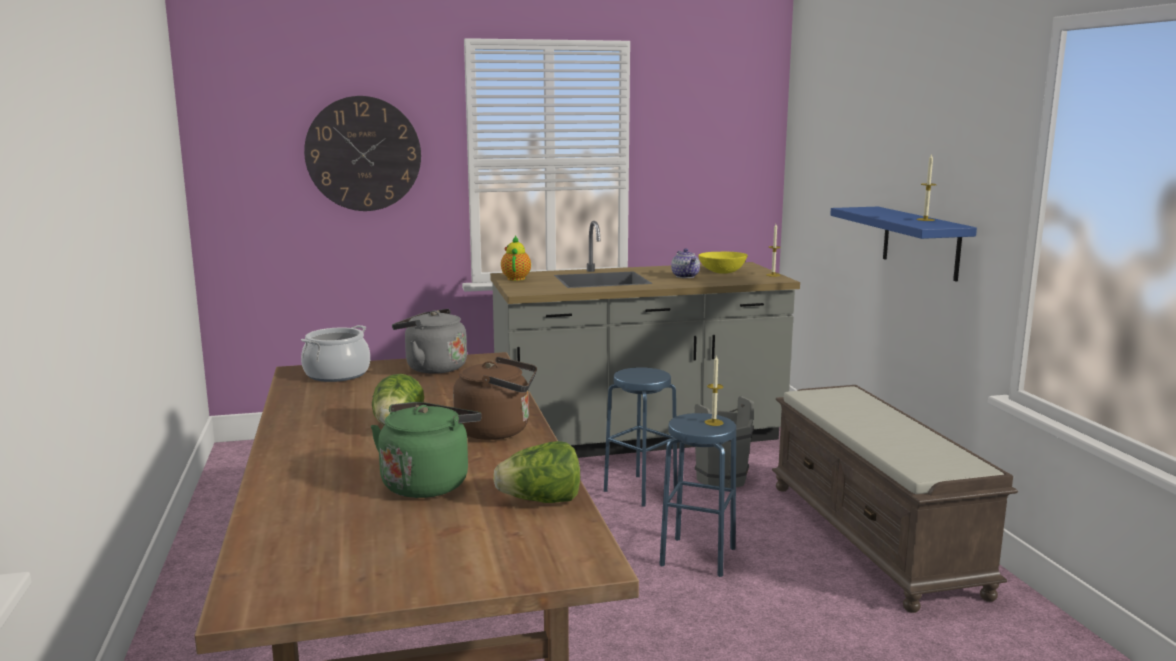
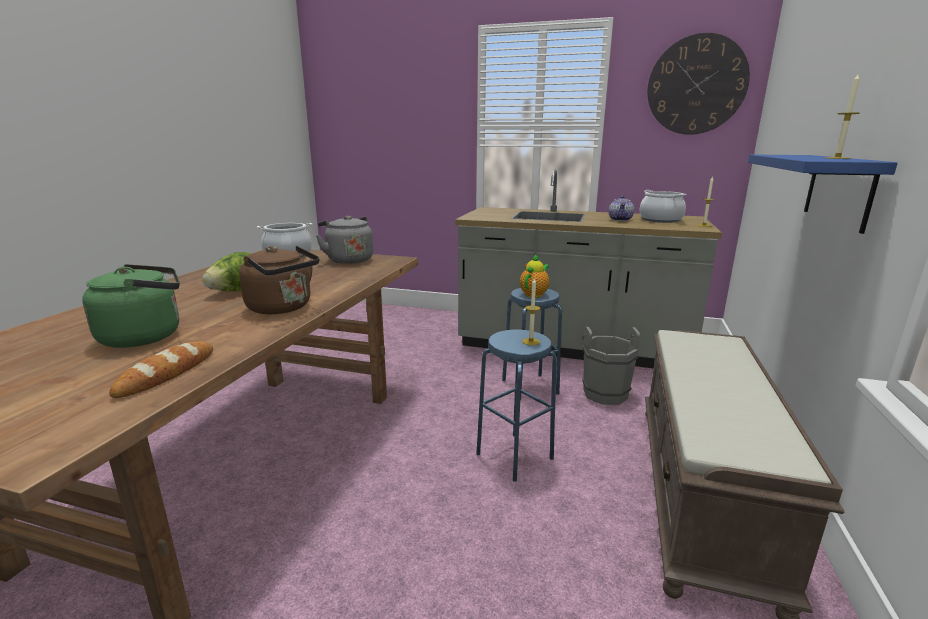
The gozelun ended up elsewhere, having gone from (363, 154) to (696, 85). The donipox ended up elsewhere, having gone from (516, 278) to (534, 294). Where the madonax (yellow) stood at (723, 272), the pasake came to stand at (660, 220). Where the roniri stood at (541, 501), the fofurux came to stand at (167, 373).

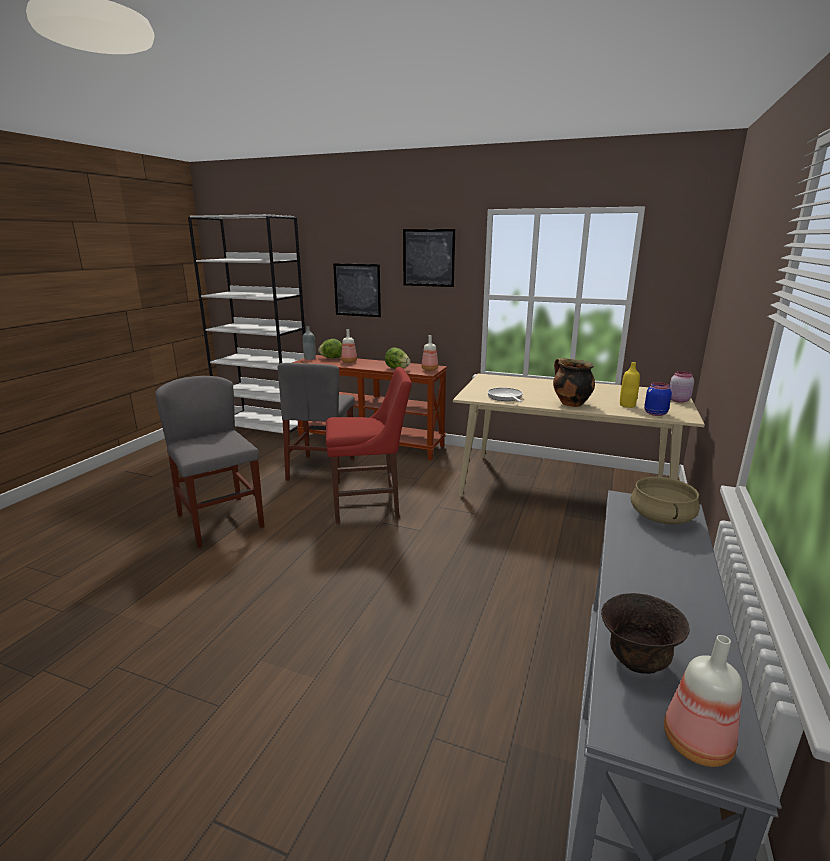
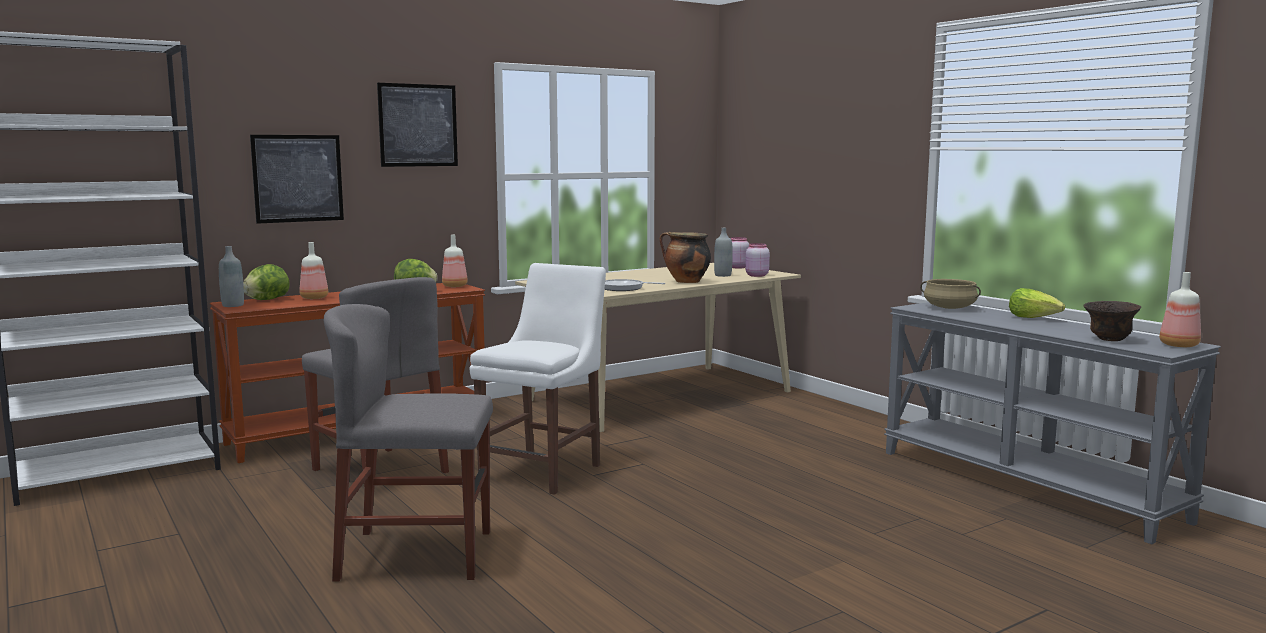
What was the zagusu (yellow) at (627, 405) turned into the zagusu (grey) at (723, 275). What was the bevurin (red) at (370, 506) turned into the bevurin (white) at (545, 471). What was the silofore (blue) at (654, 413) turned into the silofore (pink) at (756, 275). The second view gained the roniri at (1033, 318).

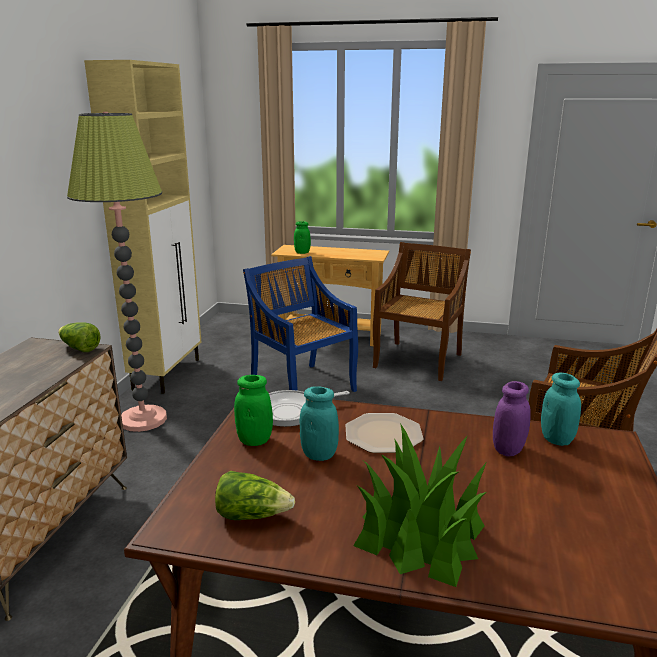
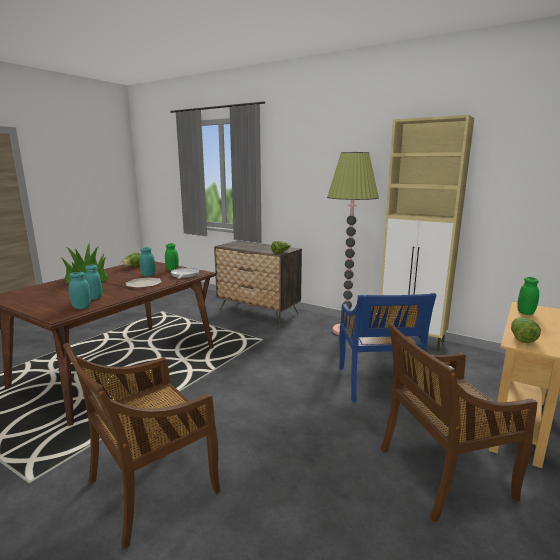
The bevurin (brown) at (418, 360) ended up facing another way, 120 degrees clockwise from before. The bevurin (blue) at (302, 387) ended up facing another way, 105 degrees clockwise from before. What was the silofore (purple) at (508, 450) turned into the silofore (turquoise) at (95, 298). The second view gained the roniri at (522, 338).

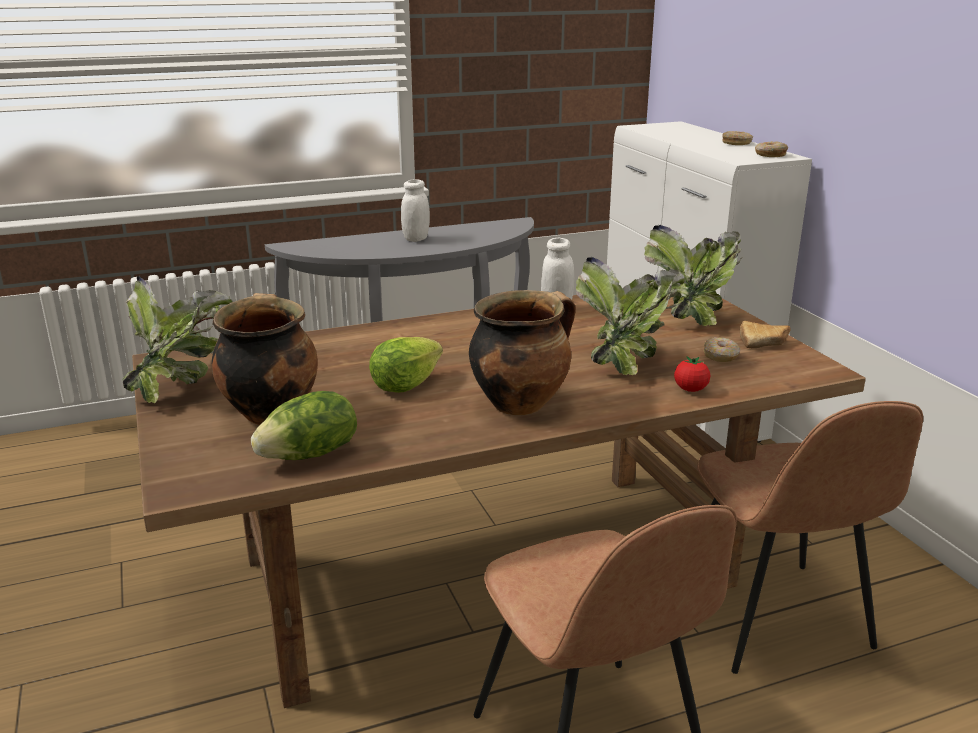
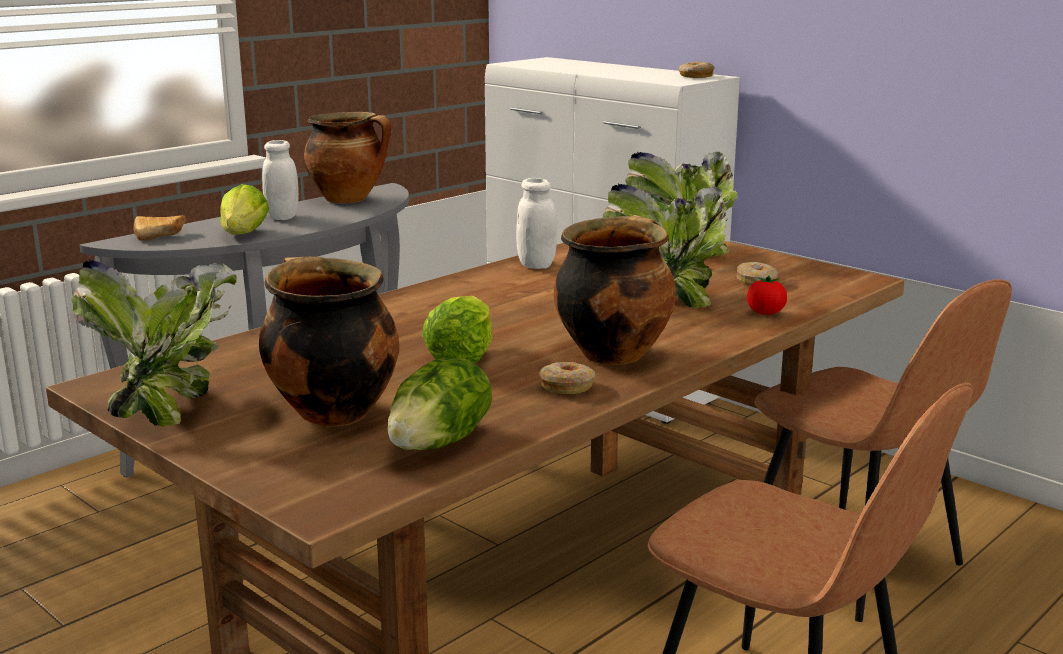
The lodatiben ended up elsewhere, having gone from (736, 143) to (567, 386). The fofurux ended up elsewhere, having gone from (765, 343) to (161, 235). The second view gained the pasake at (349, 199). The second view gained the roniri at (244, 235).

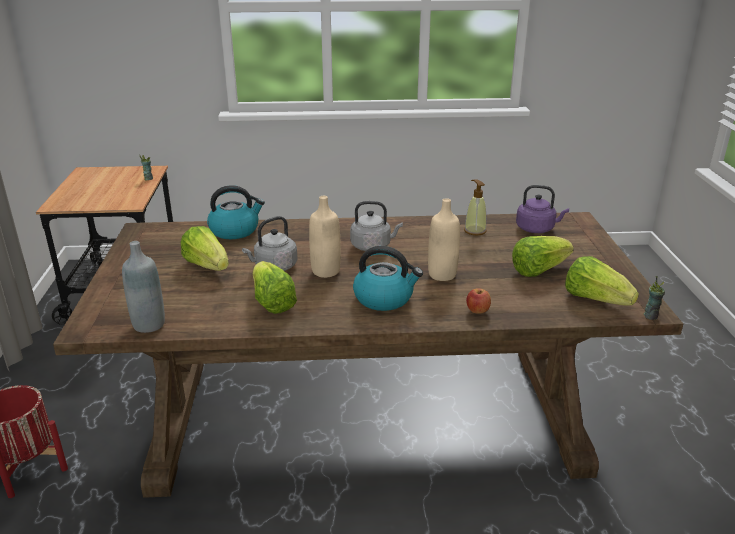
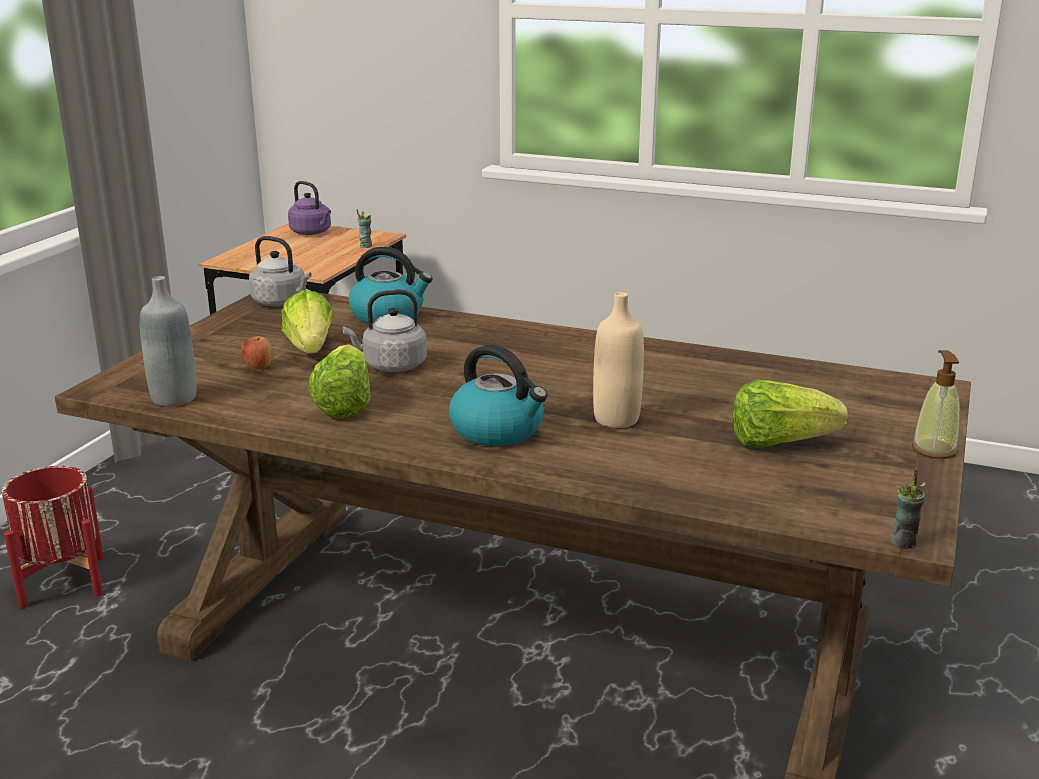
The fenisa ended up elsewhere, having gone from (475, 231) to (933, 450). The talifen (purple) ended up elsewhere, having gone from (537, 229) to (312, 232). The second view lost the zagusu (beige) at (325, 271). The talifen (grey) ended up elsewhere, having gone from (373, 246) to (282, 302). The second view lost the roniri at (595, 299). The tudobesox ended up elsewhere, having gone from (477, 311) to (258, 367).

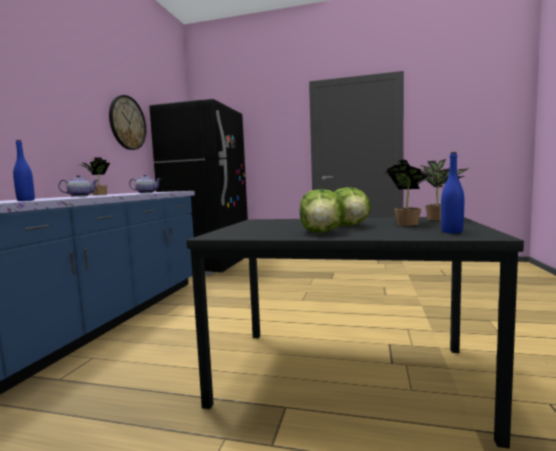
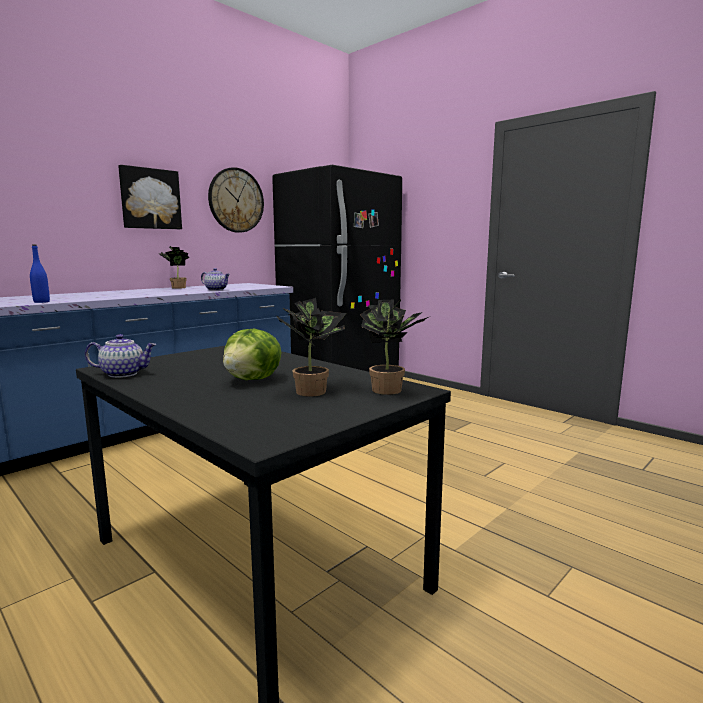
The second view lost the zagusu (blue) at (451, 232). The donipox ended up elsewhere, having gone from (80, 196) to (124, 374). The second view lost the roniri at (322, 232). The second view gained the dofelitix at (150, 199).

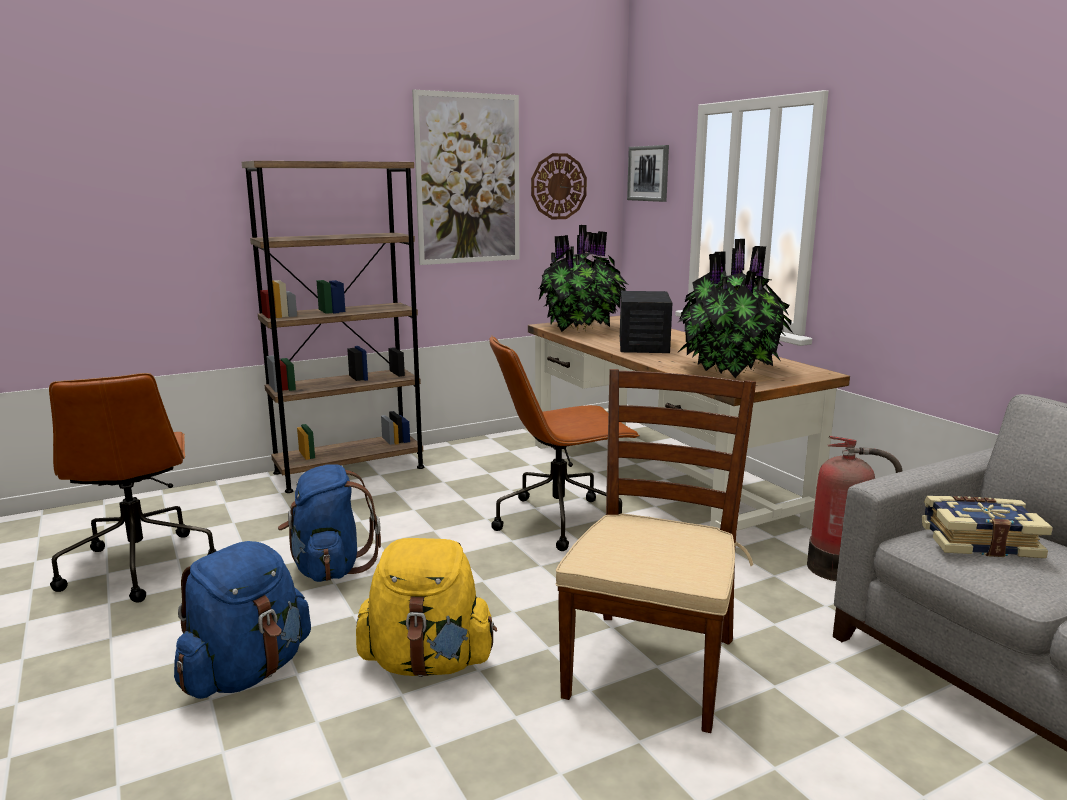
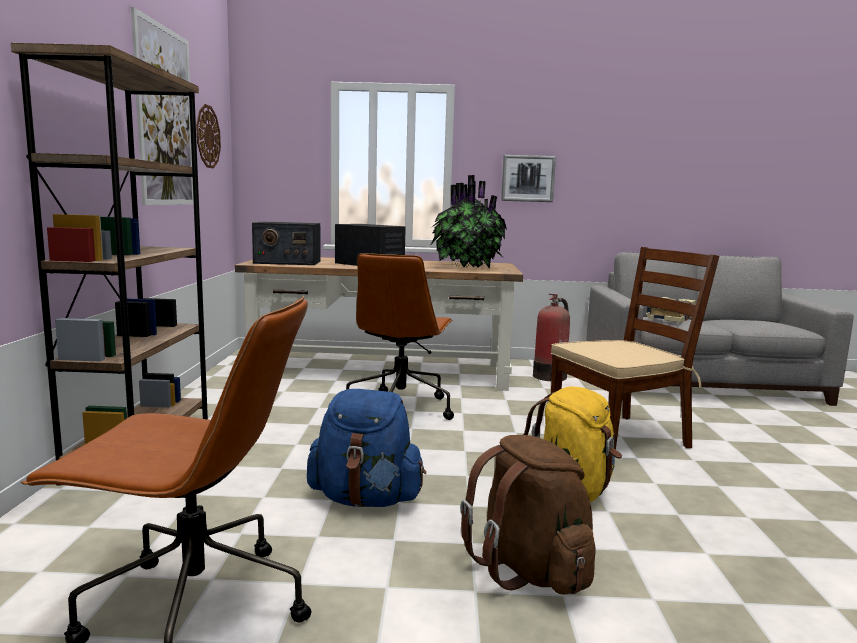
The dofelitix ended up elsewhere, having gone from (648, 173) to (528, 178). Where the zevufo stood at (582, 328), the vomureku came to stand at (287, 262). The bevurin (brown) at (651, 666) ended up facing another way, 105 degrees clockwise from before. What was the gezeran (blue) at (247, 672) turned into the gezeran (brown) at (529, 569).

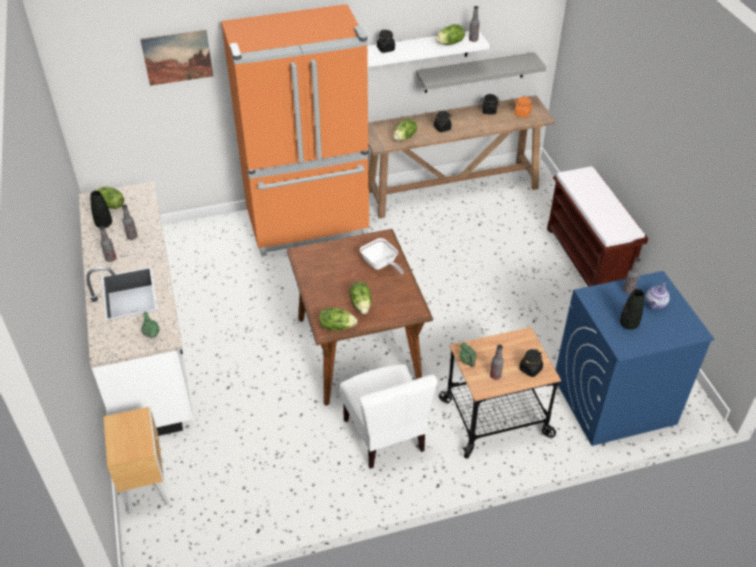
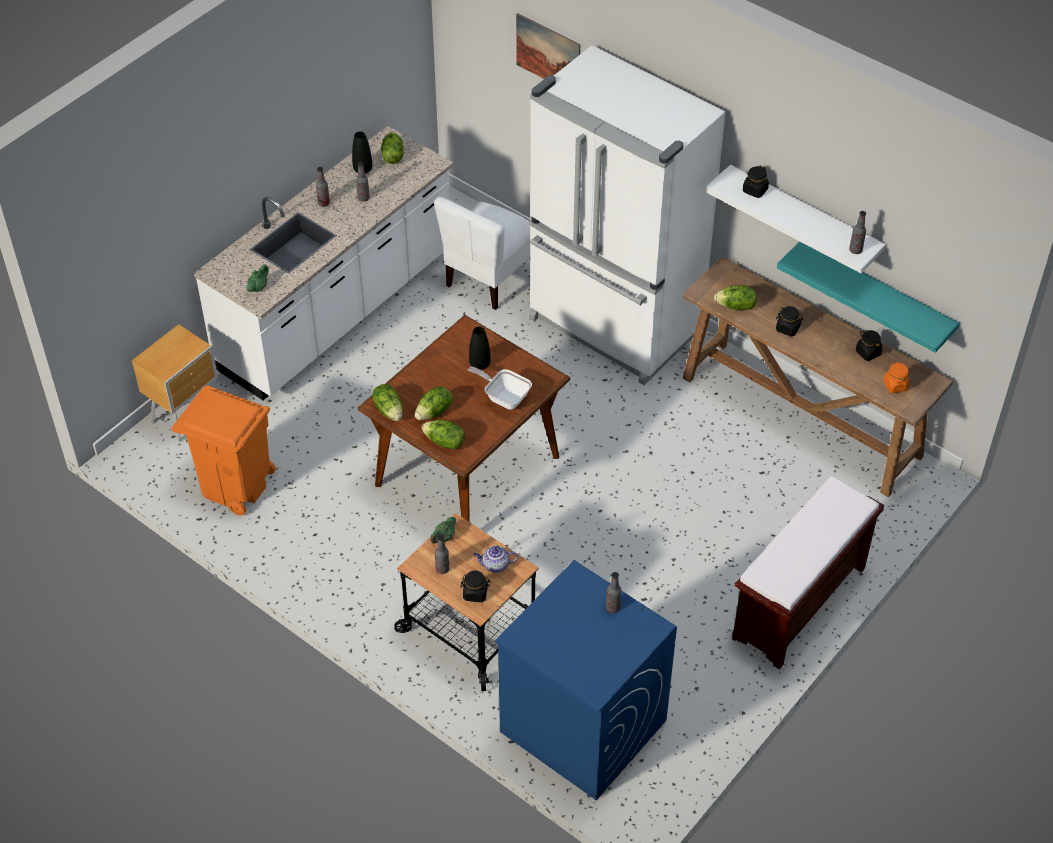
What was the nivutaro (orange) at (309, 225) turned into the nivutaro (white) at (613, 327). The roniri ended up elsewhere, having gone from (450, 43) to (444, 442). What was the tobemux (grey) at (474, 72) turned into the tobemux (turquoise) at (875, 294). The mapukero at (381, 265) ended up facing another way, 105 degrees clockwise from before. The donipox ended up elsewhere, having gone from (655, 304) to (495, 565). The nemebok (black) ended up elsewhere, having gone from (628, 324) to (479, 364). The bevurin (white) ended up elsewhere, having gone from (385, 435) to (490, 279). The second view gained the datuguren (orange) at (235, 486).

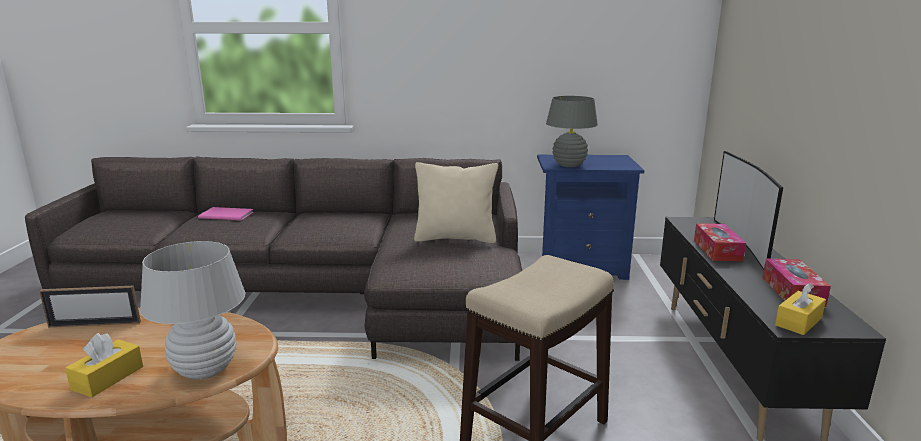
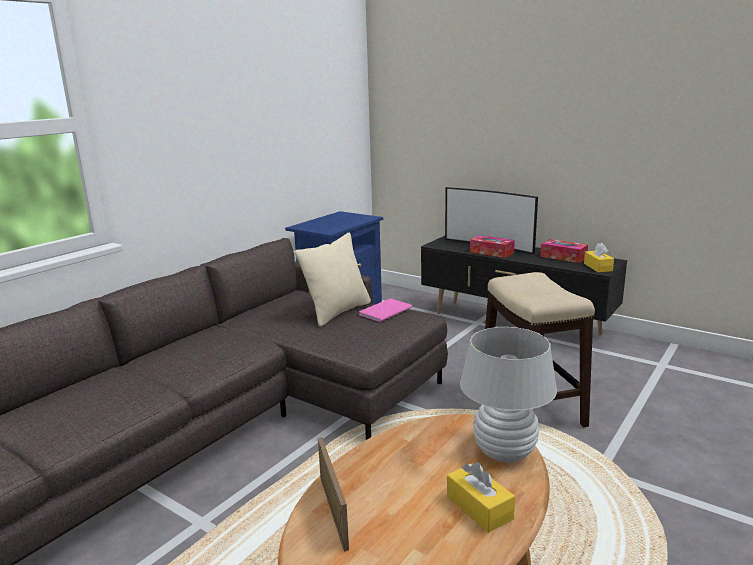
The second view lost the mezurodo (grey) at (569, 165). The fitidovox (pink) ended up elsewhere, having gone from (226, 214) to (383, 311). The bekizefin at (95, 324) ended up facing another way, 45 degrees counterclockwise from before.

